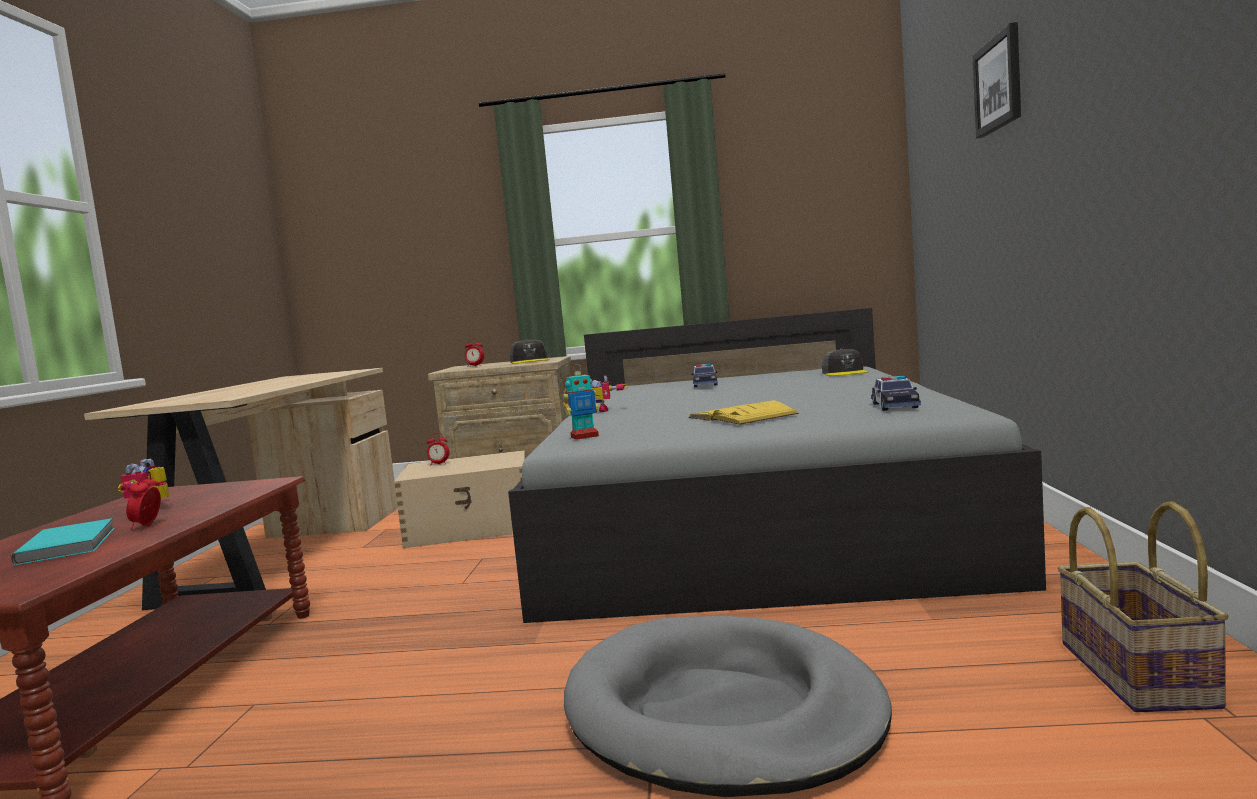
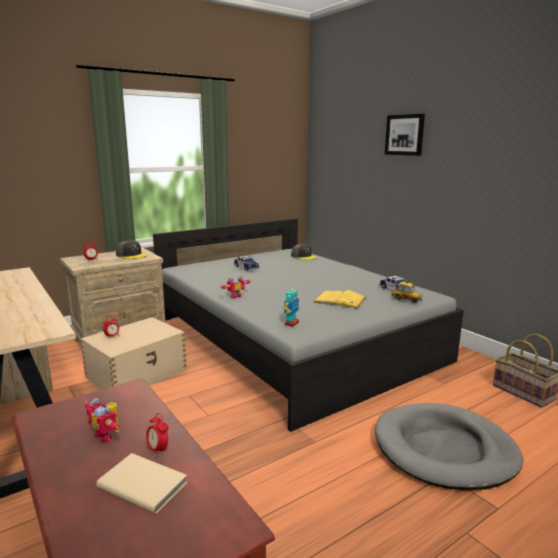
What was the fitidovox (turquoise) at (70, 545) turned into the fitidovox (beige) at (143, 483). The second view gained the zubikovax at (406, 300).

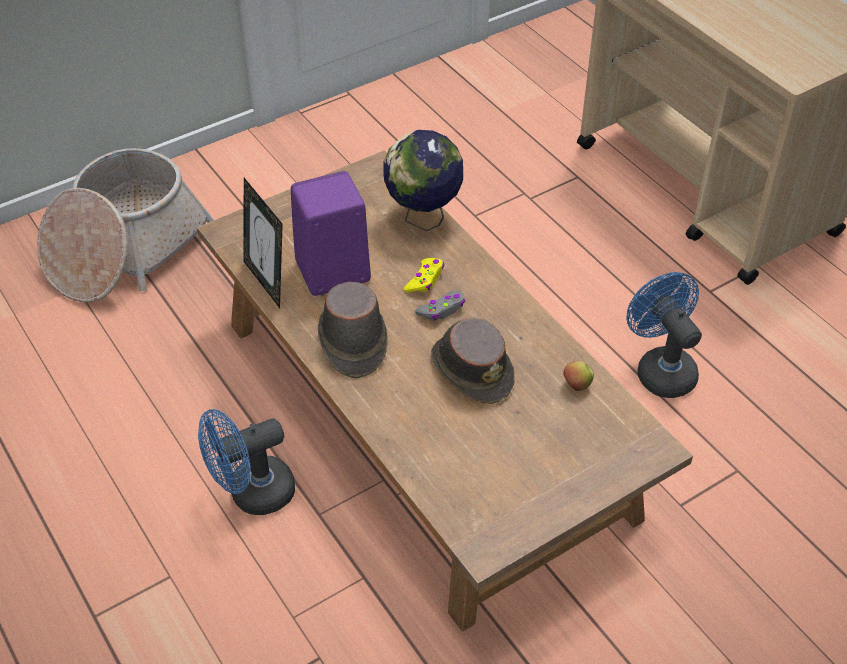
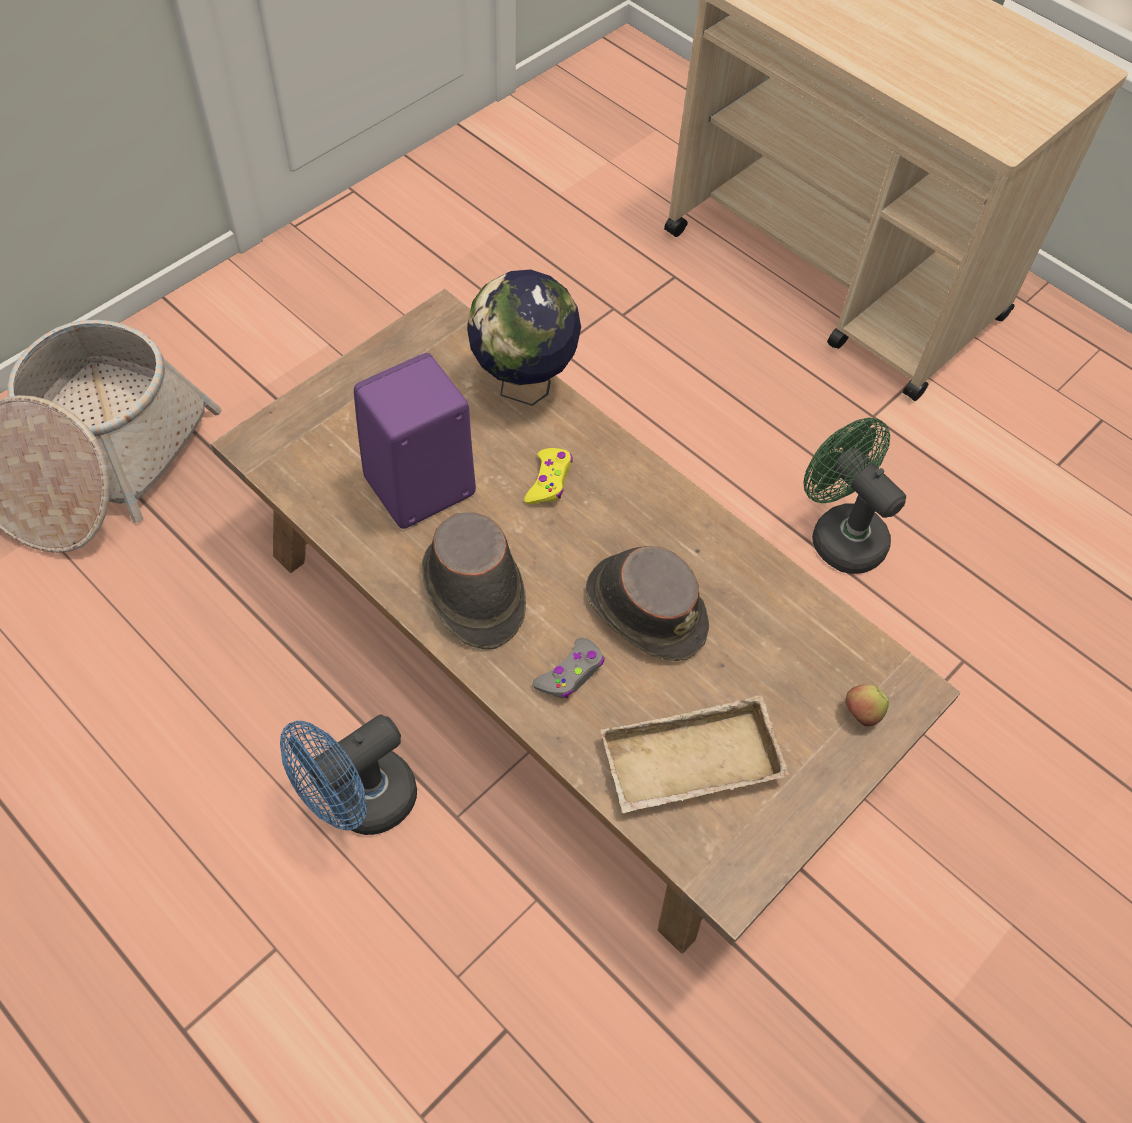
The second view lost the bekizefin at (267, 282). What was the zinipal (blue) at (660, 369) turned into the zinipal (green) at (839, 534). The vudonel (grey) ended up elsewhere, having gone from (442, 310) to (570, 674). The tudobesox ended up elsewhere, having gone from (576, 385) to (861, 714). The second view gained the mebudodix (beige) at (690, 766).

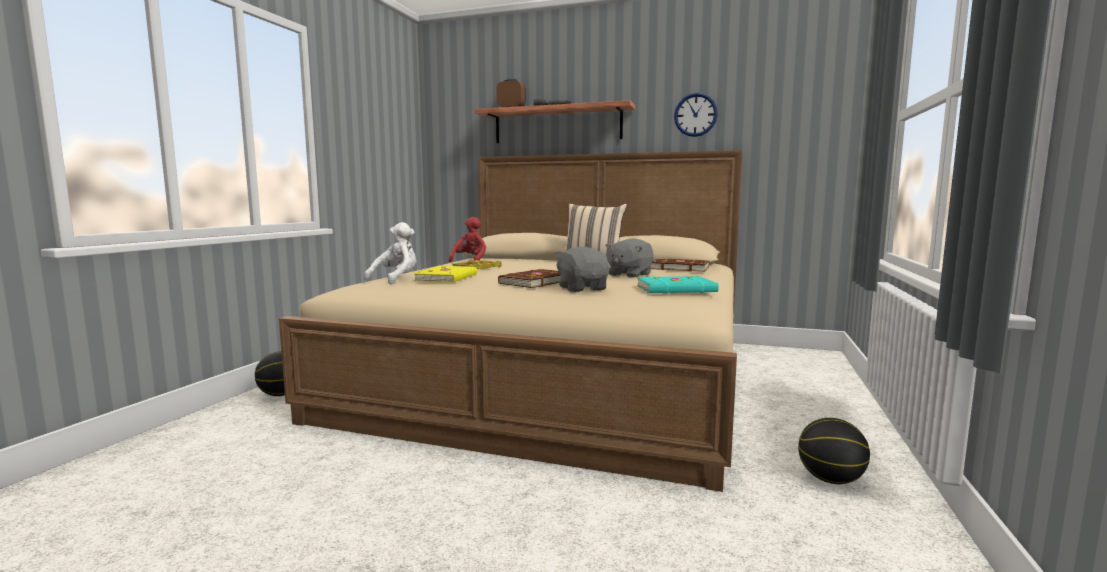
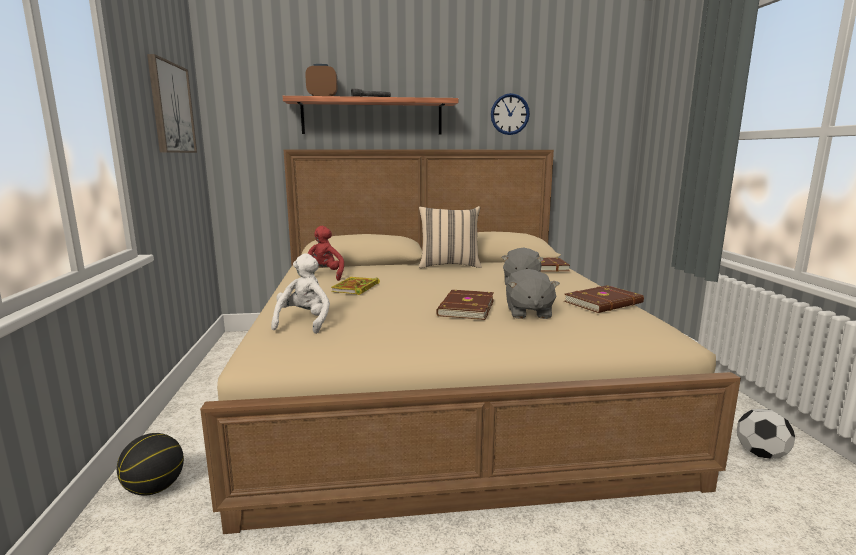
The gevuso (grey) at (582, 288) ended up facing another way, 135 degrees counterclockwise from before. The second view lost the fitidovox (yellow) at (448, 278). What was the fitidovox (turquoise) at (677, 289) turned into the fitidovox (brown) at (604, 303). Where the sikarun stood at (830, 480), the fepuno came to stand at (761, 454). The second view gained the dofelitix at (171, 108).

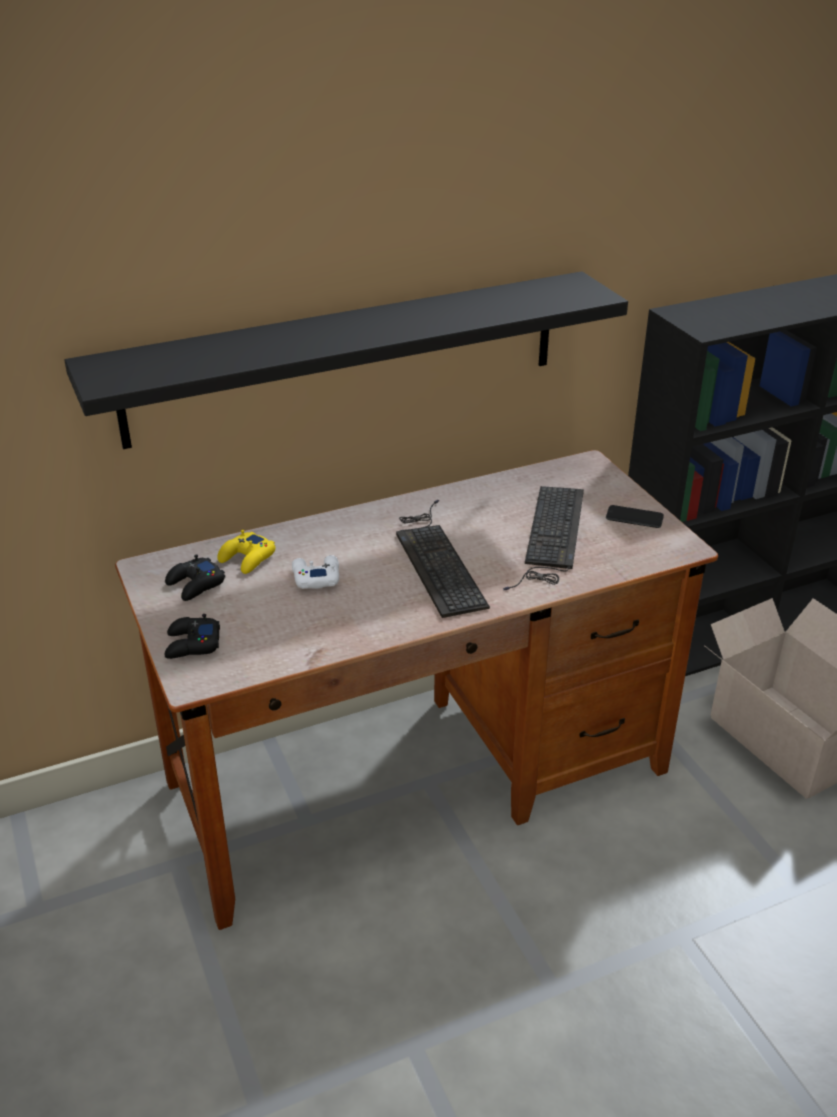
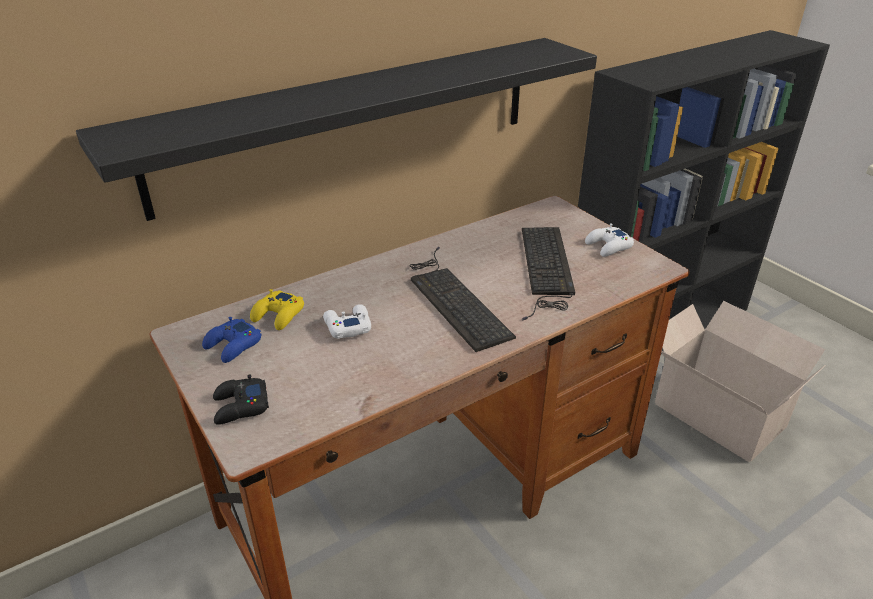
Where the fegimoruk stood at (634, 517), the vudonel (white) came to stand at (608, 246). What was the vudonel (black) at (195, 584) turned into the vudonel (blue) at (233, 345).

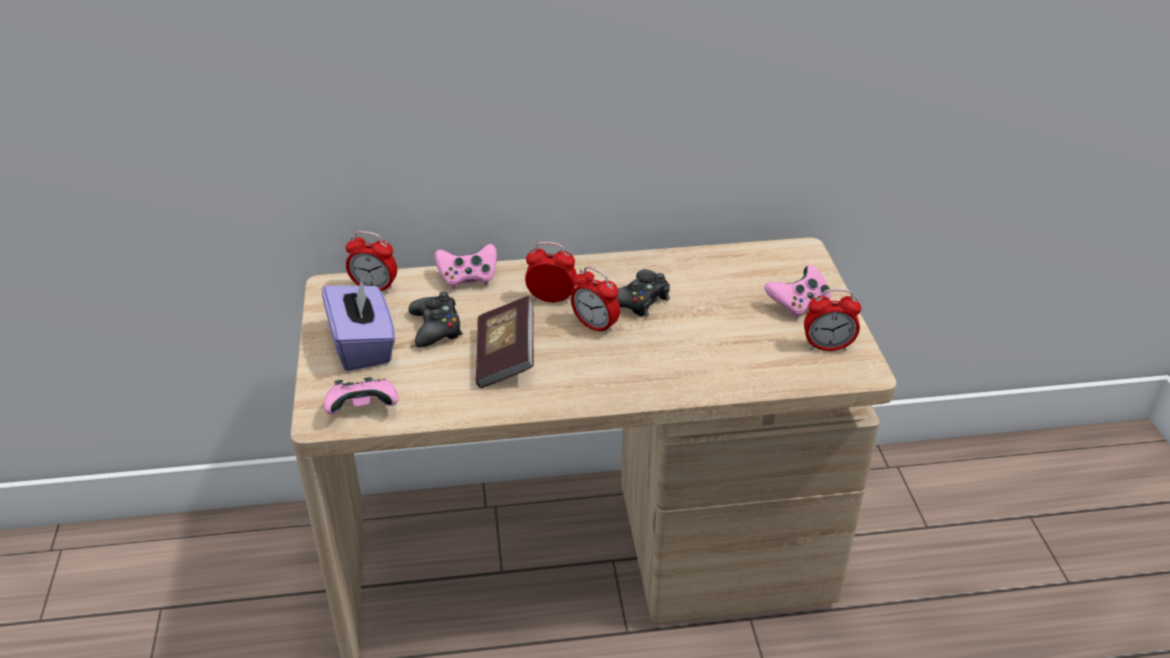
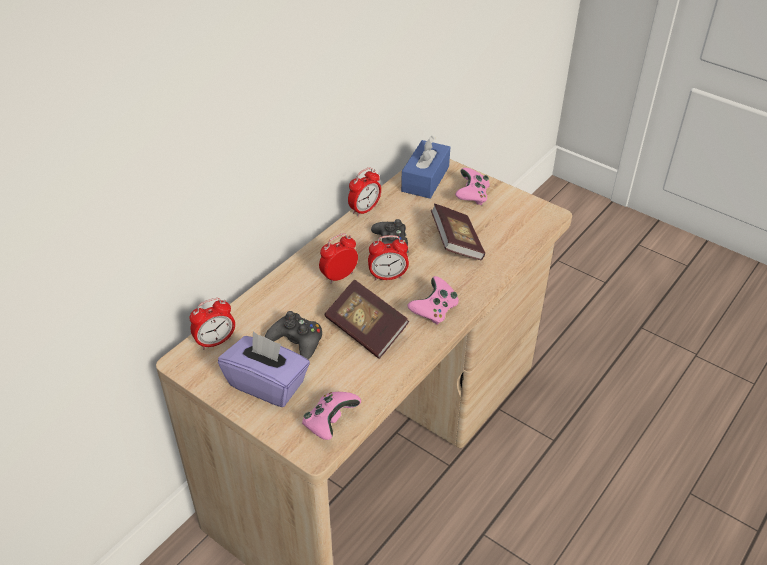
The vudonel (pink) ended up elsewhere, having gone from (468, 278) to (434, 311). The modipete ended up elsewhere, having gone from (827, 347) to (364, 210). The second view gained the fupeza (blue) at (425, 179). The second view gained the fitidovox at (456, 243).

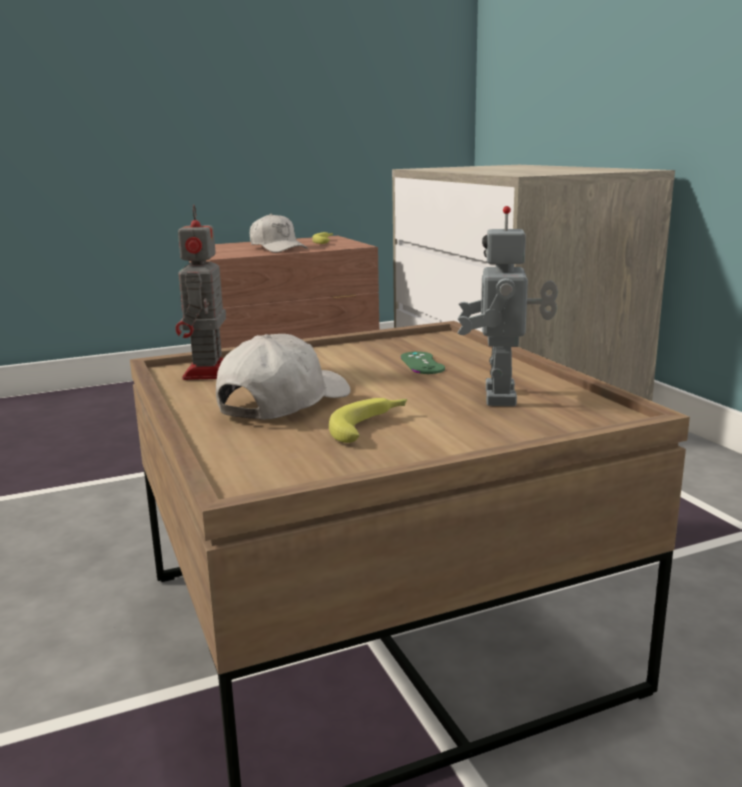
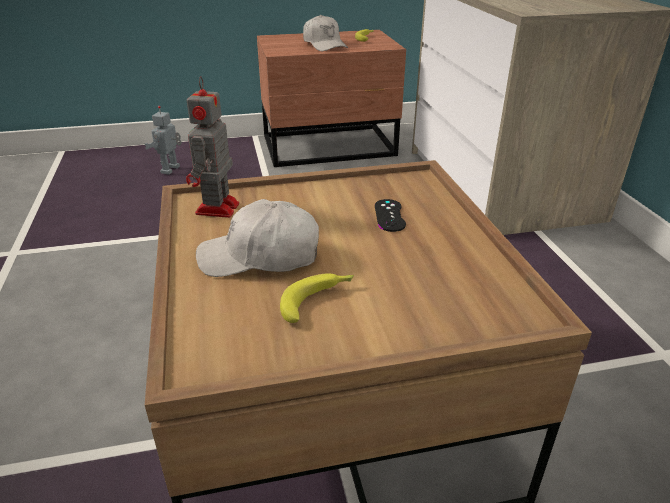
The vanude ended up elsewhere, having gone from (504, 397) to (171, 170). The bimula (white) at (283, 403) ended up facing another way, 135 degrees counterclockwise from before. What was the vudonel (green) at (422, 363) turned into the vudonel (black) at (389, 215).

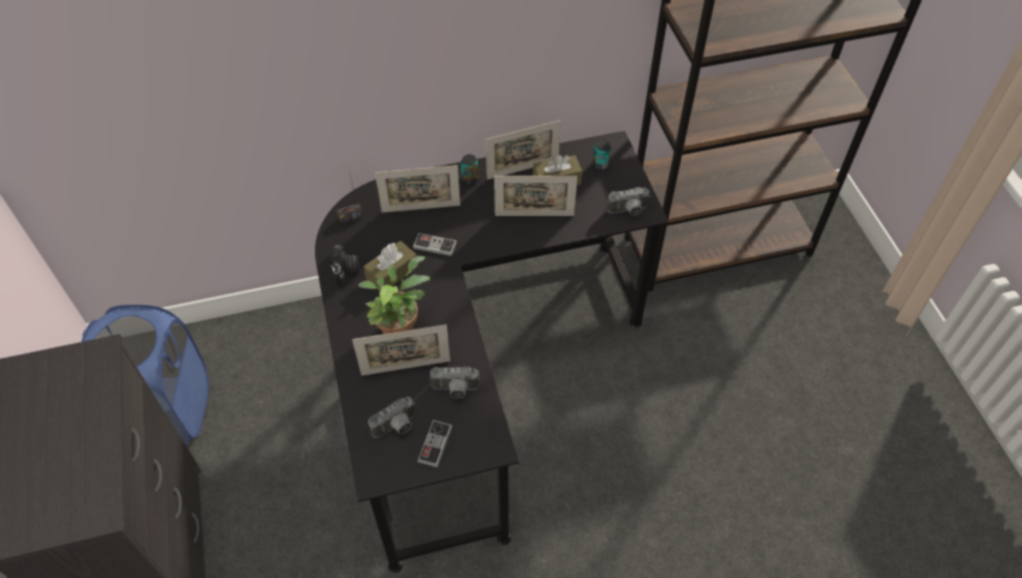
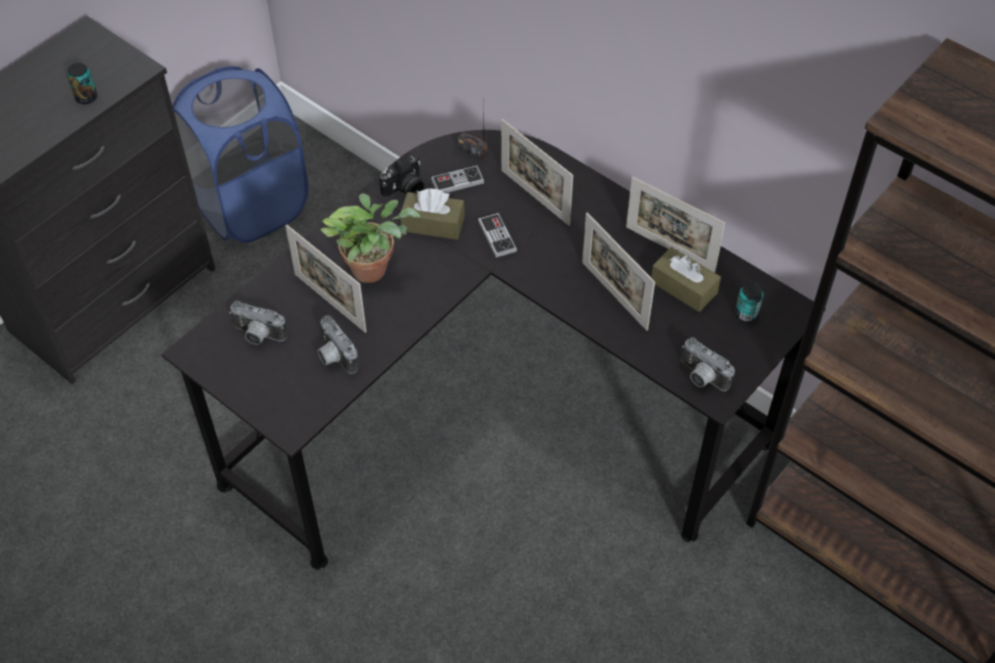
The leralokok ended up elsewhere, having gone from (470, 179) to (86, 97). The vudonel ended up elsewhere, having gone from (435, 444) to (457, 181).

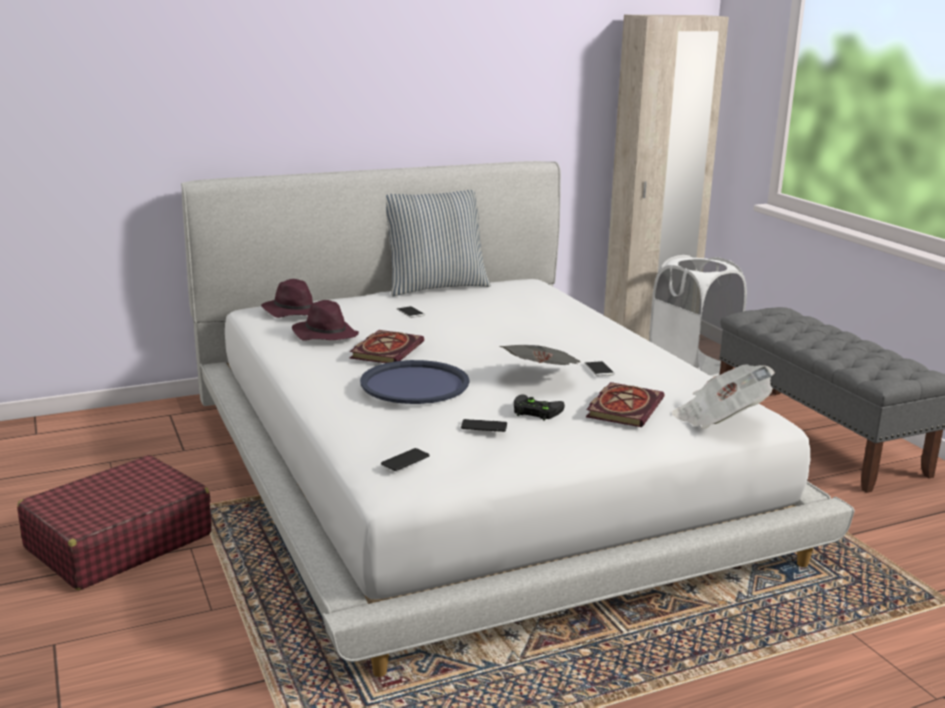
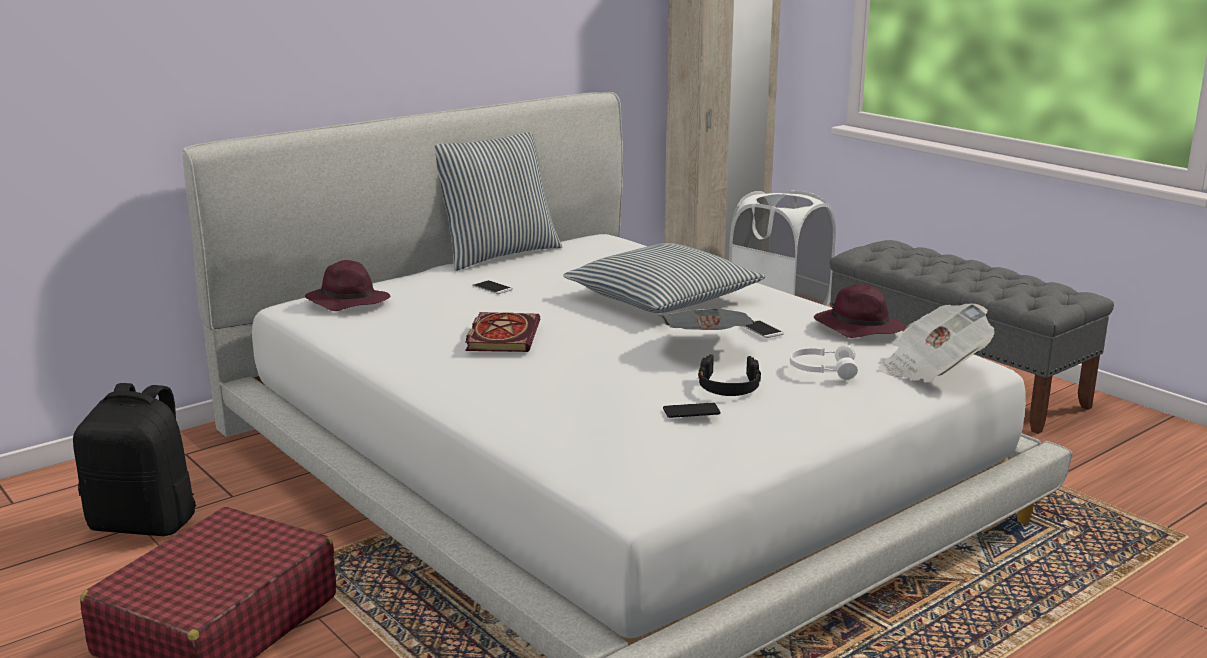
The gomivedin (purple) ended up elsewhere, having gone from (325, 335) to (857, 328). The second view lost the mebudodix (blue) at (415, 384). Where the fitidovox stood at (624, 407), the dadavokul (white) came to stand at (822, 370). Where the vudonel (black) stood at (535, 411), the dadavokul (black) came to stand at (728, 386). The second view lost the fegimoruk at (405, 460). The second view gained the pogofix at (662, 298). The second view gained the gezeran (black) at (145, 523).

